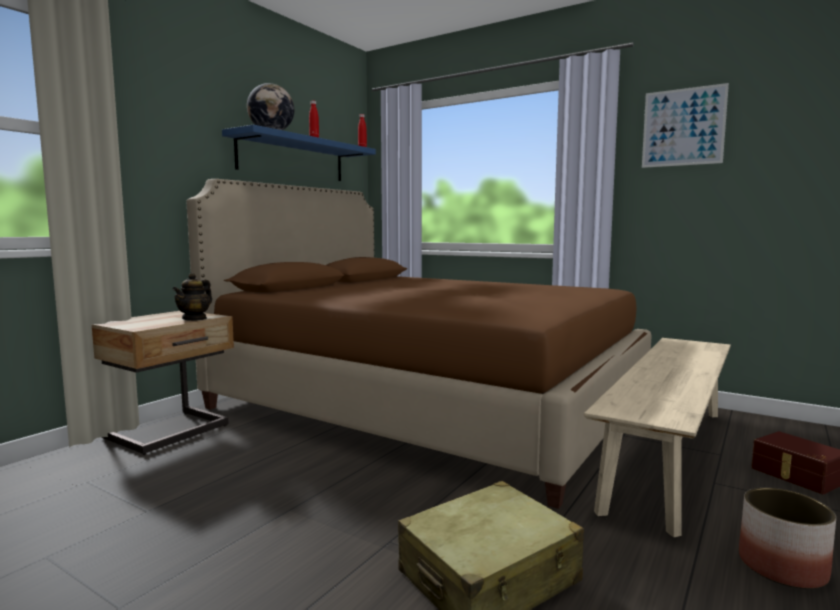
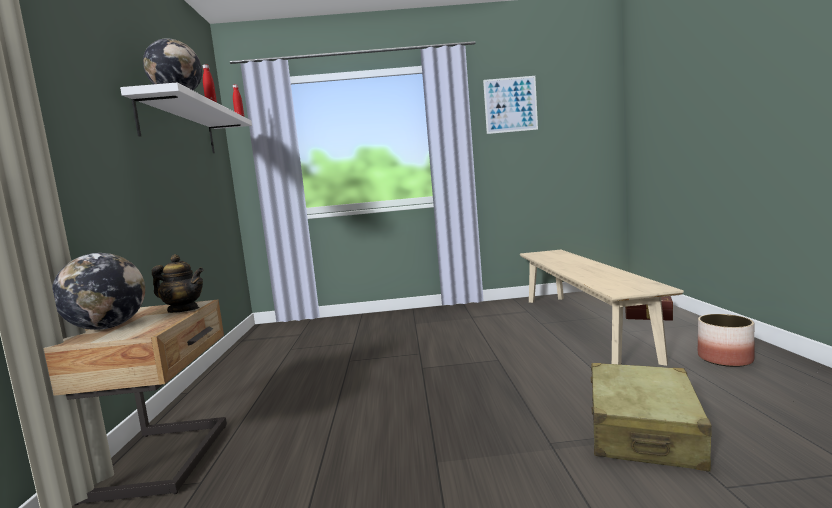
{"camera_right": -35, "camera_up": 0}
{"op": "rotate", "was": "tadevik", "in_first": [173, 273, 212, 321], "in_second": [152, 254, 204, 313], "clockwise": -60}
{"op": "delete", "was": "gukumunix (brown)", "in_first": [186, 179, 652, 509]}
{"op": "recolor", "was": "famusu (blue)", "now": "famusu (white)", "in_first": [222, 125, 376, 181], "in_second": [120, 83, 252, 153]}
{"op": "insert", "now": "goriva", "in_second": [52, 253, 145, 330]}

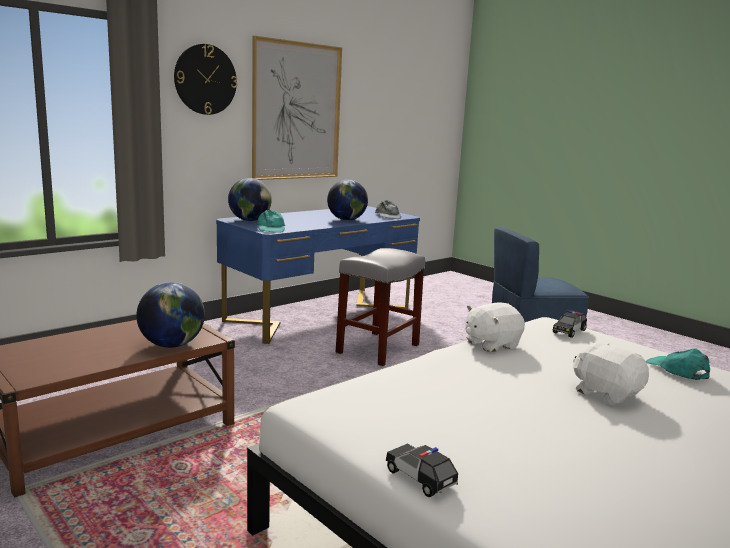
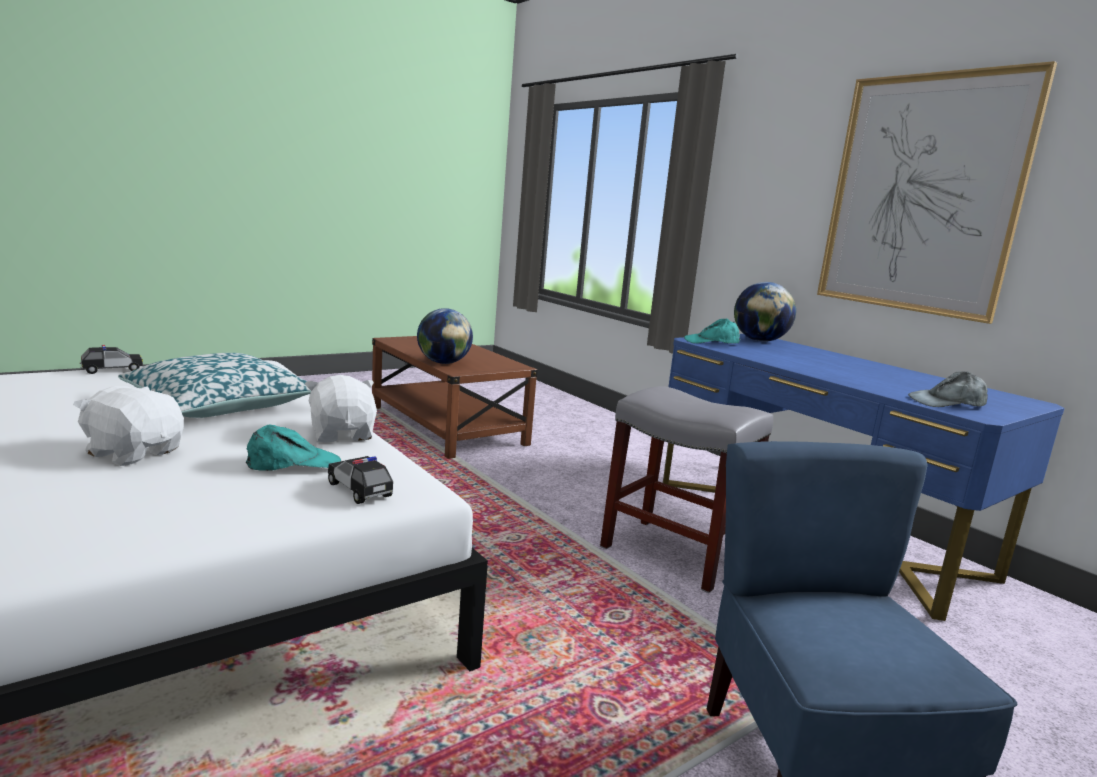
{"camera_right": 95, "camera_up": 0}
{"op": "delete", "was": "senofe", "in_first": [174, 44, 237, 115]}
{"op": "delete", "was": "goriva", "in_first": [327, 180, 368, 221]}
{"op": "rotate", "was": "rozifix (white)", "in_first": [573, 342, 649, 405], "in_second": [73, 386, 184, 466], "clockwise": -120}
{"op": "move", "was": "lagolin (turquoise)", "in_first": [646, 348, 710, 380], "in_second": [246, 424, 341, 471]}
{"op": "insert", "now": "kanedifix", "in_second": [118, 353, 311, 418]}

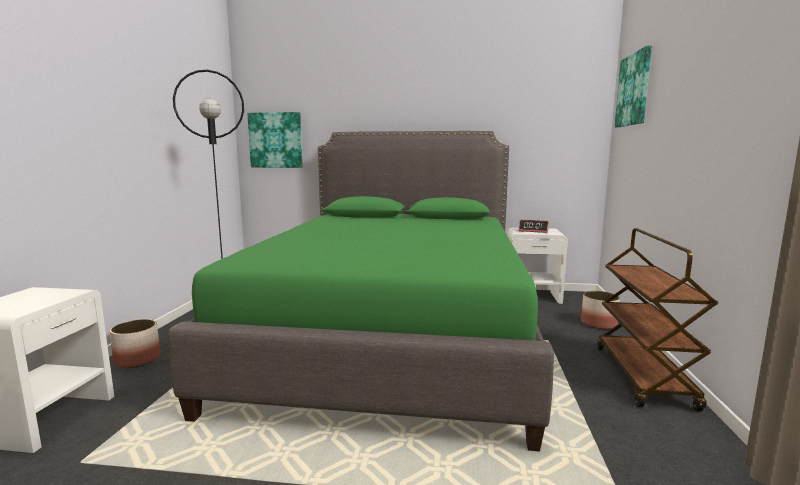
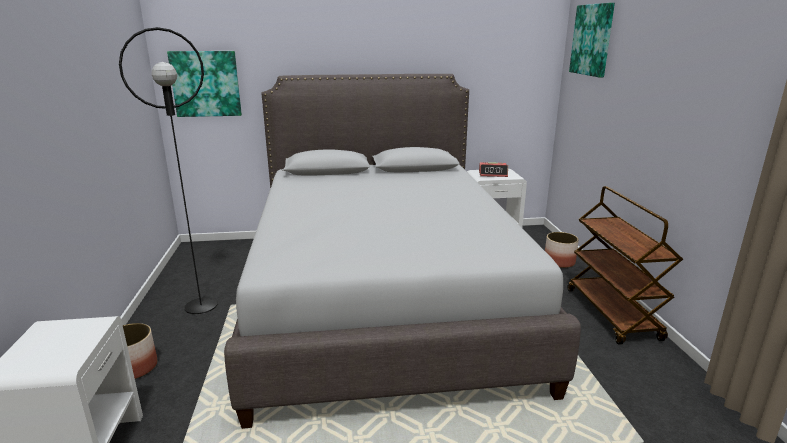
{"camera_right": -15, "camera_up": 10}
{"op": "recolor", "was": "gukumunix (green)", "now": "gukumunix (grey)", "in_first": [168, 131, 554, 452], "in_second": [224, 74, 581, 429]}

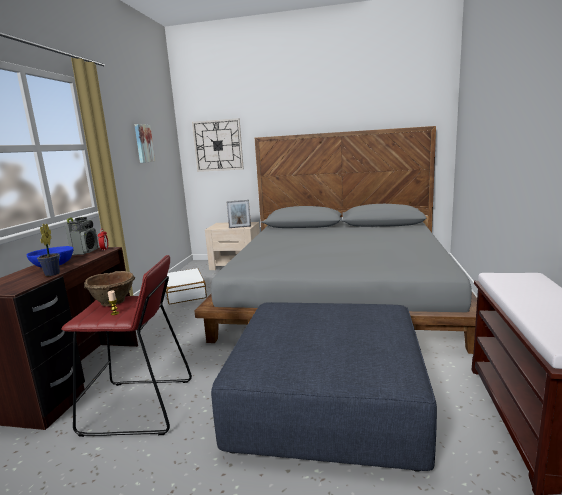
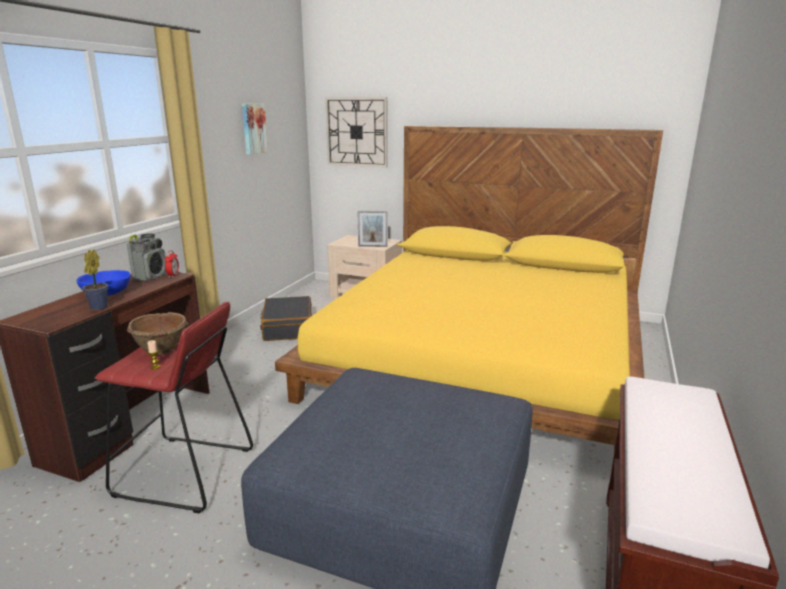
{"camera_right": 10, "camera_up": 5}
{"op": "recolor", "was": "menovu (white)", "now": "menovu (black)", "in_first": [164, 268, 207, 304], "in_second": [260, 296, 312, 341]}
{"op": "recolor", "was": "gukumunix (grey)", "now": "gukumunix (yellow)", "in_first": [194, 126, 477, 354], "in_second": [275, 126, 663, 452]}

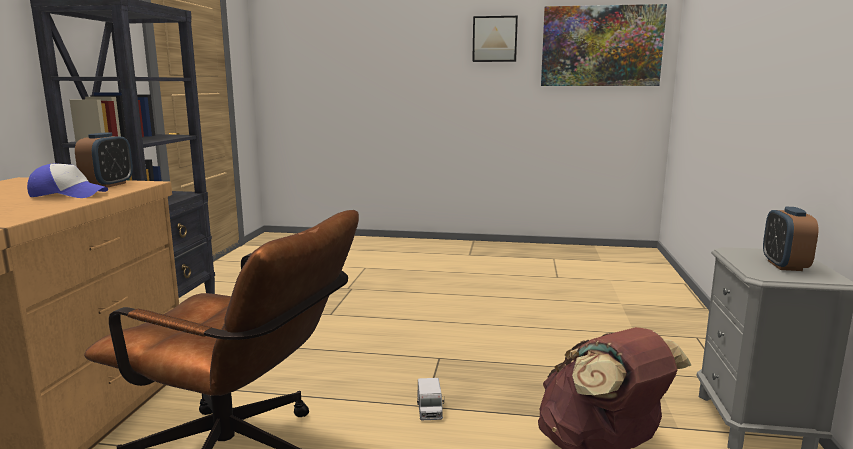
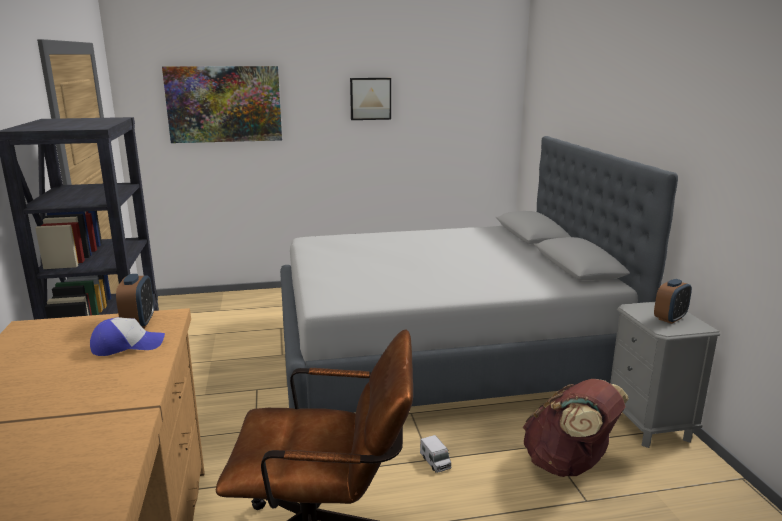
{"camera_right": -20, "camera_up": 5}
{"op": "move", "was": "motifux", "in_first": [541, 4, 667, 86], "in_second": [162, 66, 282, 143]}
{"op": "rotate", "was": "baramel", "in_first": [763, 207, 818, 271], "in_second": [654, 279, 692, 324], "clockwise": -120}
{"op": "insert", "now": "gukumunix (grey)", "in_second": [280, 136, 678, 413]}

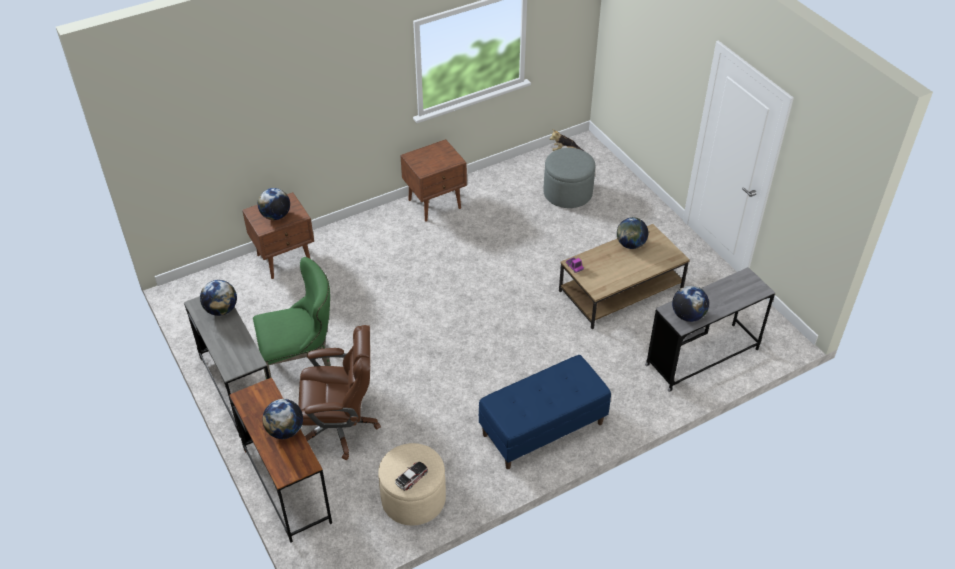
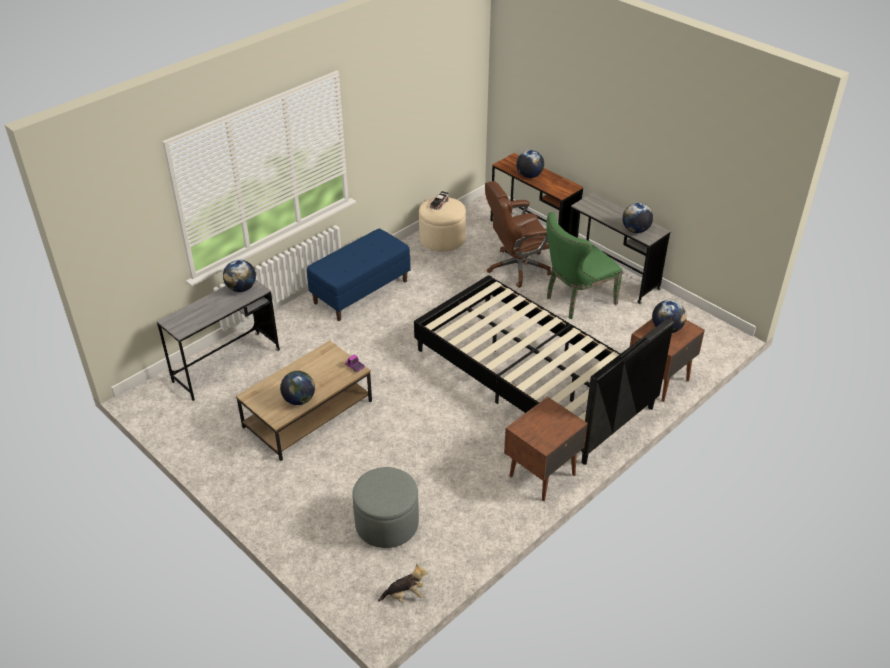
{"camera_right": 165, "camera_up": -5}
{"op": "insert", "now": "gukumunix (black)", "in_second": [414, 275, 674, 465]}

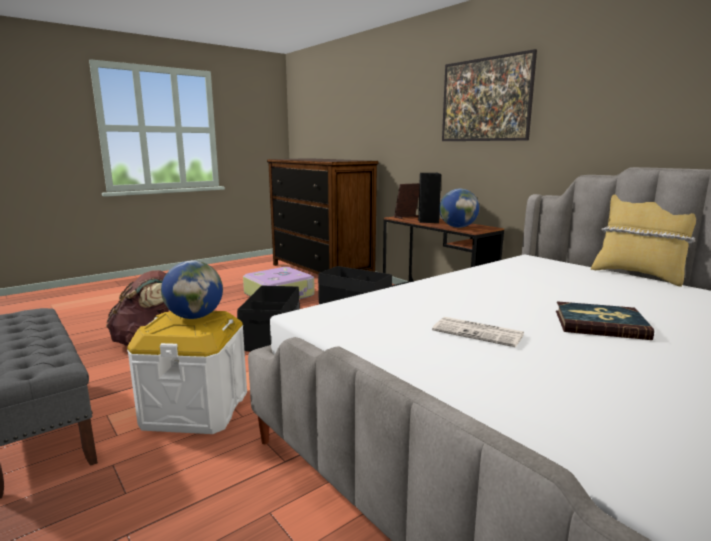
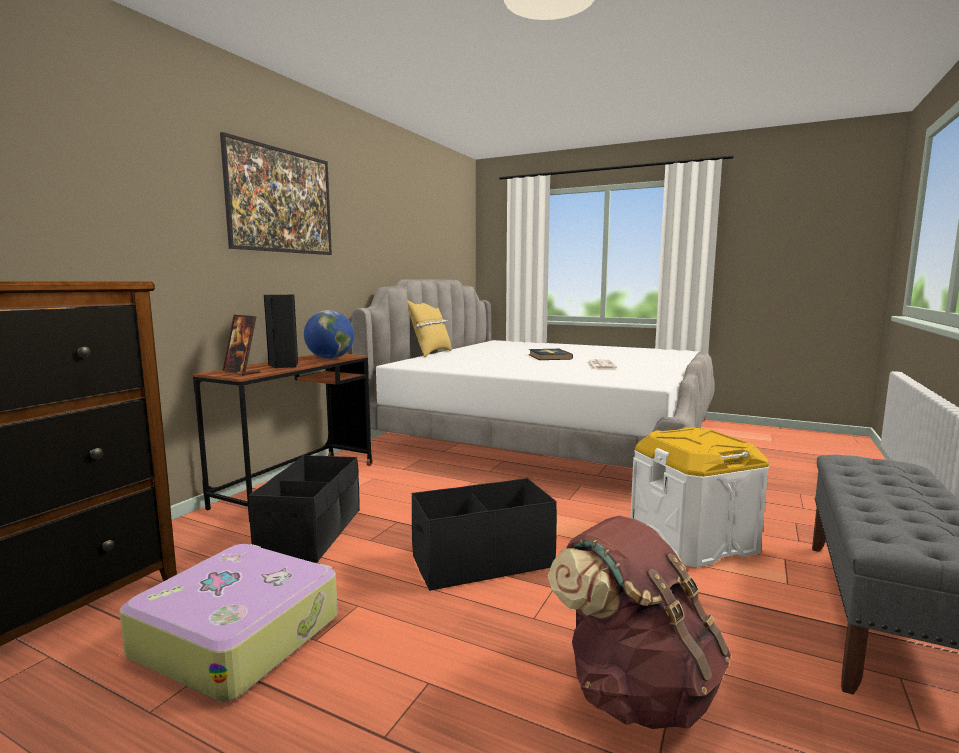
{"camera_right": -115, "camera_up": -5}
{"op": "delete", "was": "goriva", "in_first": [161, 260, 223, 319]}

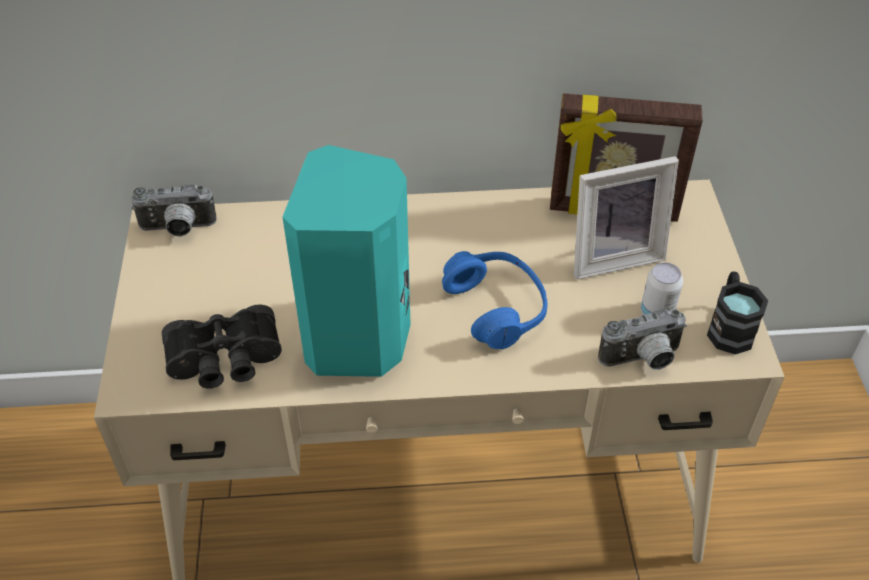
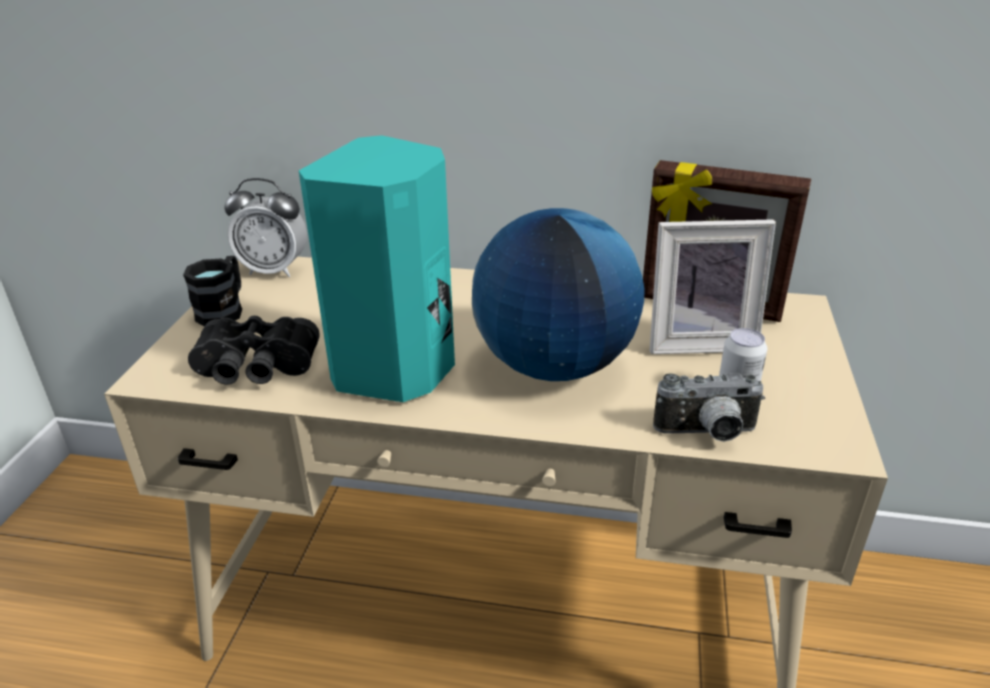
{"camera_right": 15, "camera_up": -15}
{"op": "replace", "was": "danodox", "now": "baramel", "in_first": [131, 184, 217, 237], "in_second": [224, 178, 307, 277]}
{"op": "replace", "was": "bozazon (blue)", "now": "goriva", "in_first": [442, 251, 547, 349], "in_second": [472, 208, 644, 381]}
{"op": "move", "was": "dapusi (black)", "in_first": [707, 272, 768, 354], "in_second": [183, 256, 242, 327]}

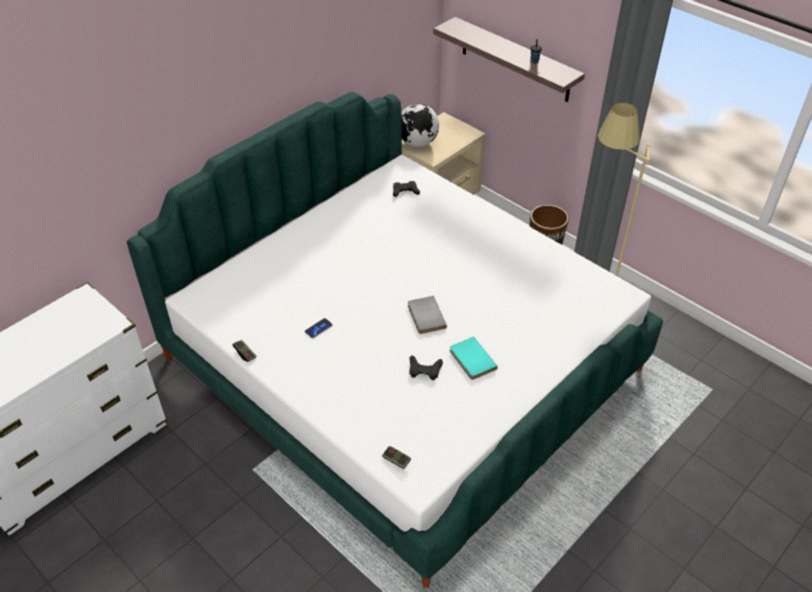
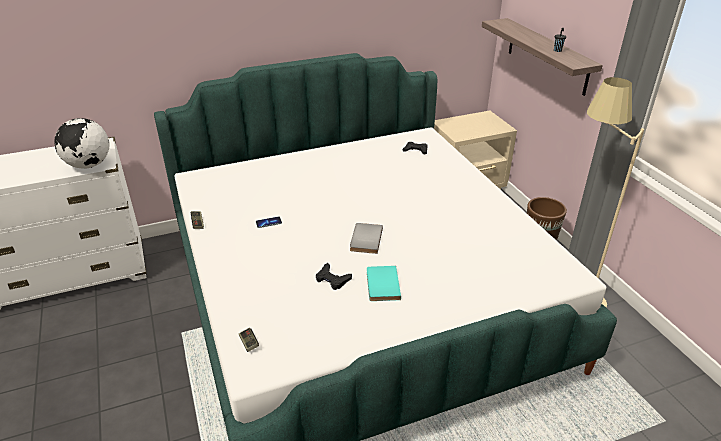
{"camera_right": 25, "camera_up": -10}
{"op": "move", "was": "goriva", "in_first": [401, 104, 439, 147], "in_second": [54, 118, 109, 169]}

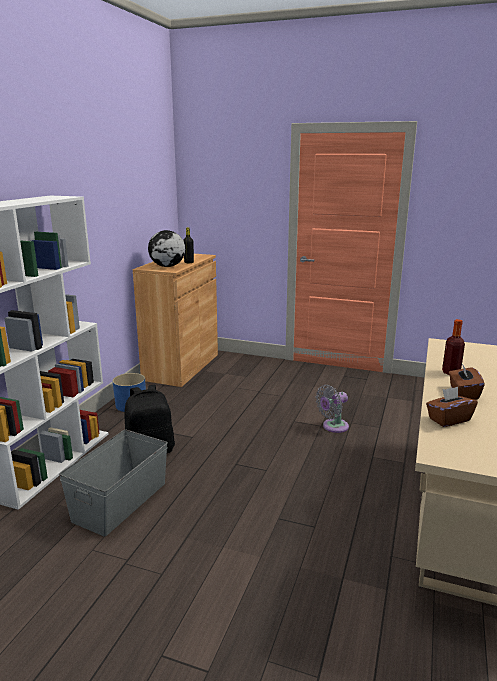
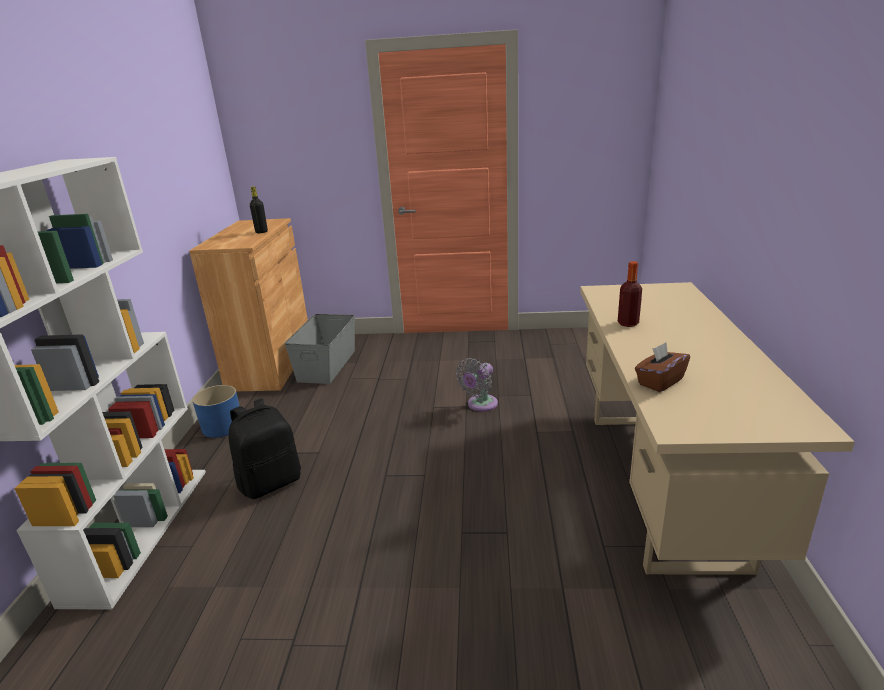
{"camera_right": -15, "camera_up": 5}
{"op": "move", "was": "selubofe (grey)", "in_first": [59, 430, 168, 537], "in_second": [284, 314, 355, 384]}
{"op": "delete", "was": "goriva", "in_first": [148, 230, 185, 267]}
{"op": "delete", "was": "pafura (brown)", "in_first": [449, 364, 485, 400]}

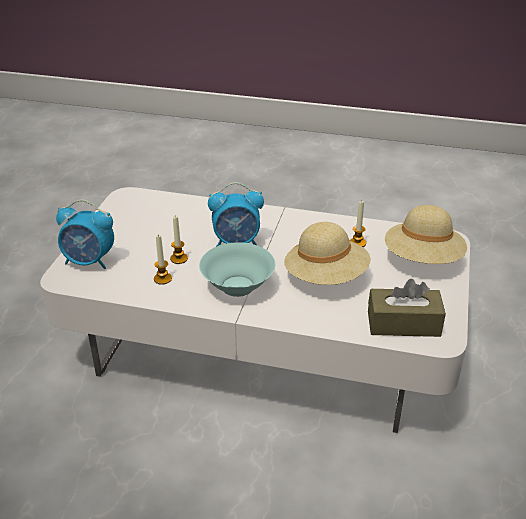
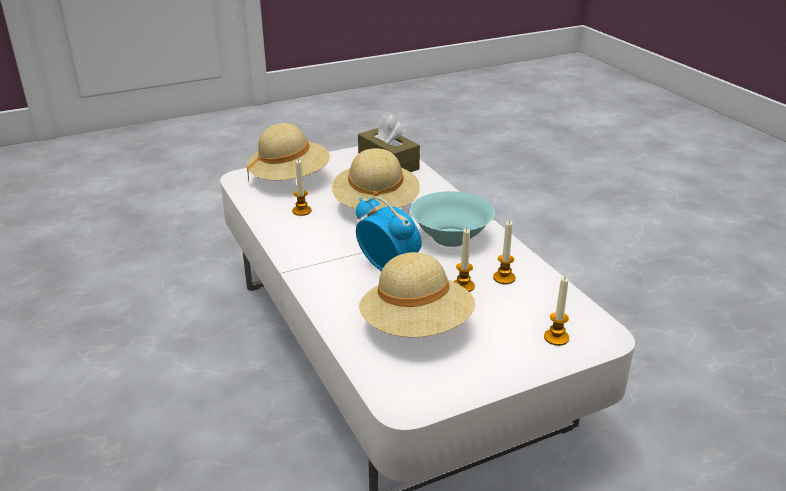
{"camera_right": -130, "camera_up": -5}
{"op": "replace", "was": "baramel", "now": "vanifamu", "in_first": [56, 199, 114, 269], "in_second": [544, 277, 569, 346]}
{"op": "insert", "now": "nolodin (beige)", "in_second": [359, 252, 475, 337]}

